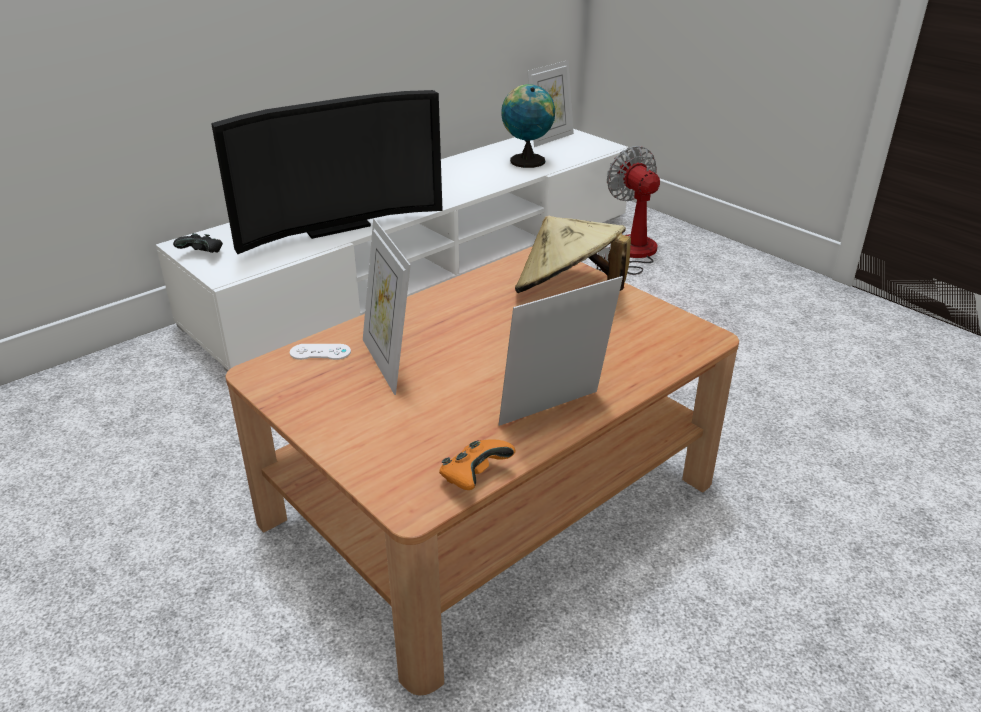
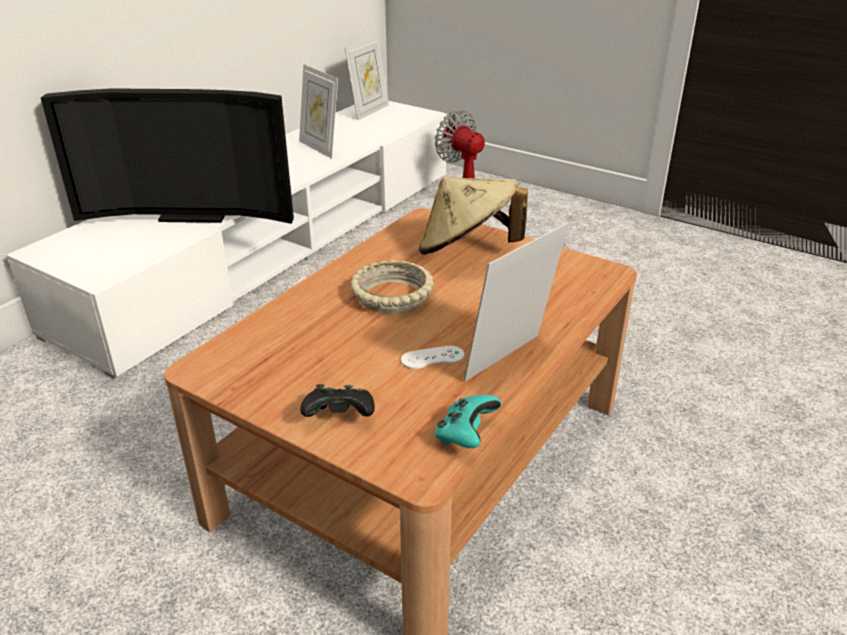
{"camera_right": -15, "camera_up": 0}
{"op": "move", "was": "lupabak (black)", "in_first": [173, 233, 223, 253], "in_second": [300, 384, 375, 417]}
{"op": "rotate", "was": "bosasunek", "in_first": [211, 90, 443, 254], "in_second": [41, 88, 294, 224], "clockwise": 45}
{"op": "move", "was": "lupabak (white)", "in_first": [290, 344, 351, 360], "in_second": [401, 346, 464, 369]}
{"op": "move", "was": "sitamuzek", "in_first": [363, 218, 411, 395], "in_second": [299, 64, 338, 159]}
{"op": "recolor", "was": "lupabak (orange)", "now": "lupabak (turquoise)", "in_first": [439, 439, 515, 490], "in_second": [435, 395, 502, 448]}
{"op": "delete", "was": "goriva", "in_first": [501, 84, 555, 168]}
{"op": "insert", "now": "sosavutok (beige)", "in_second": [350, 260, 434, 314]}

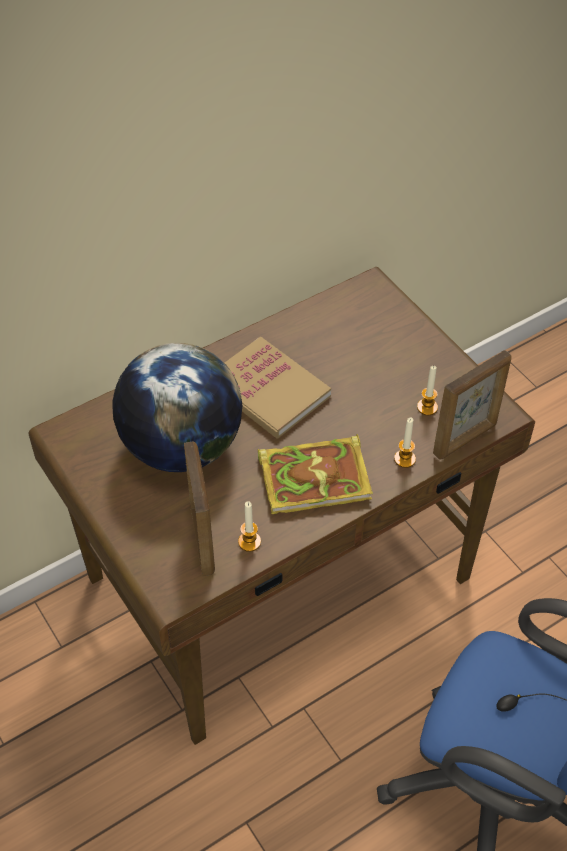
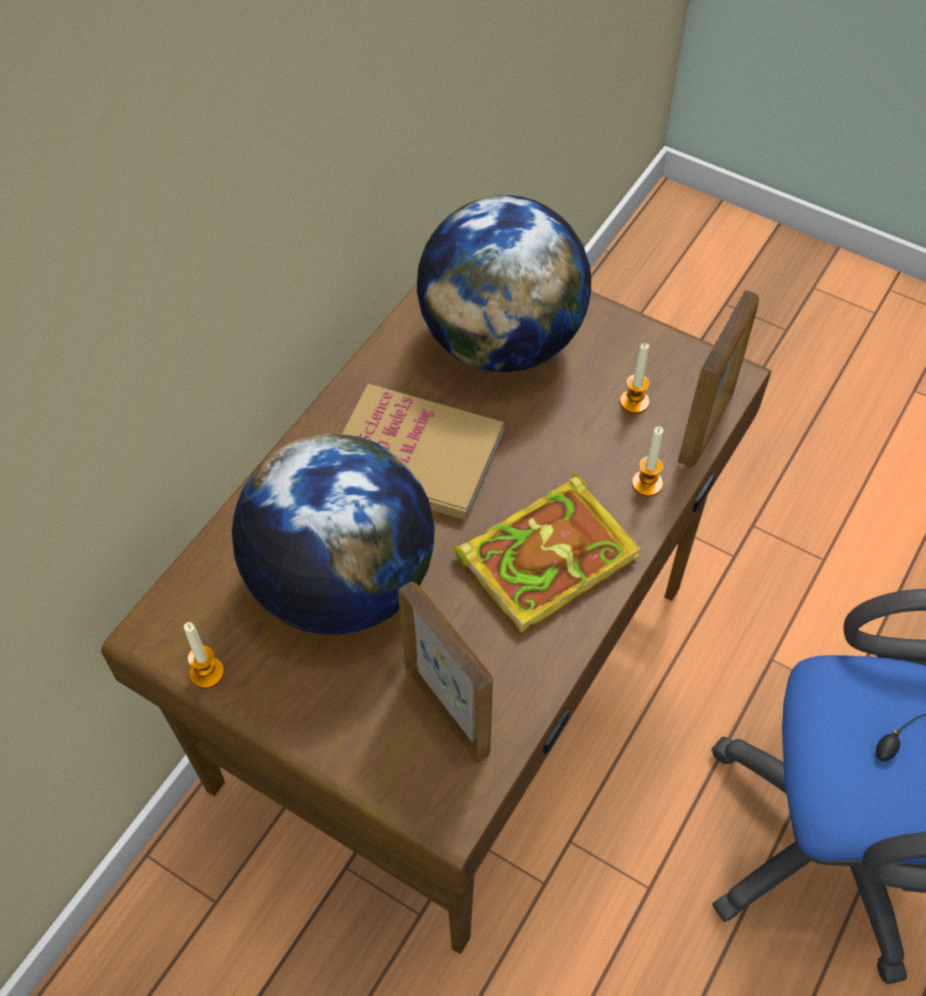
{"camera_right": -25, "camera_up": 5}
{"op": "move", "was": "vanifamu", "in_first": [238, 501, 261, 552], "in_second": [184, 622, 224, 688]}
{"op": "insert", "now": "goriva", "in_second": [417, 195, 591, 372]}

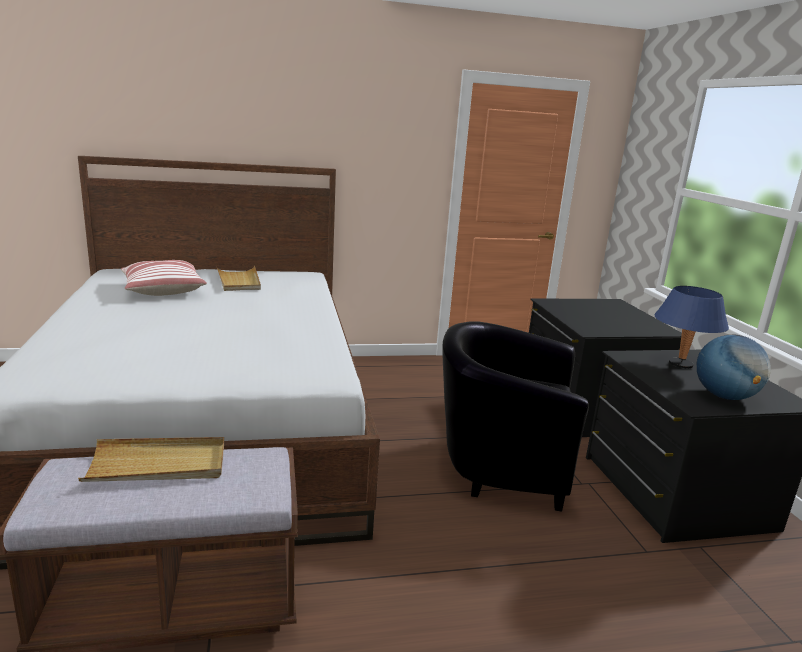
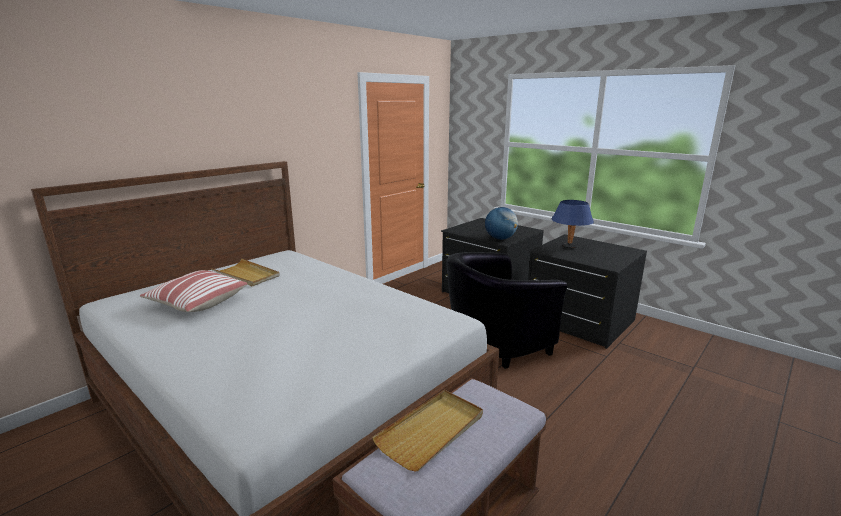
{"camera_right": -35, "camera_up": 0}
{"op": "move", "was": "goriva", "in_first": [697, 335, 771, 400], "in_second": [485, 207, 518, 240]}

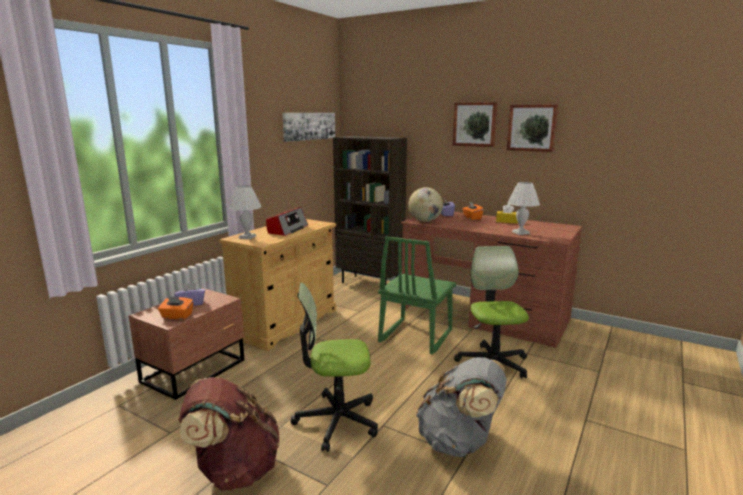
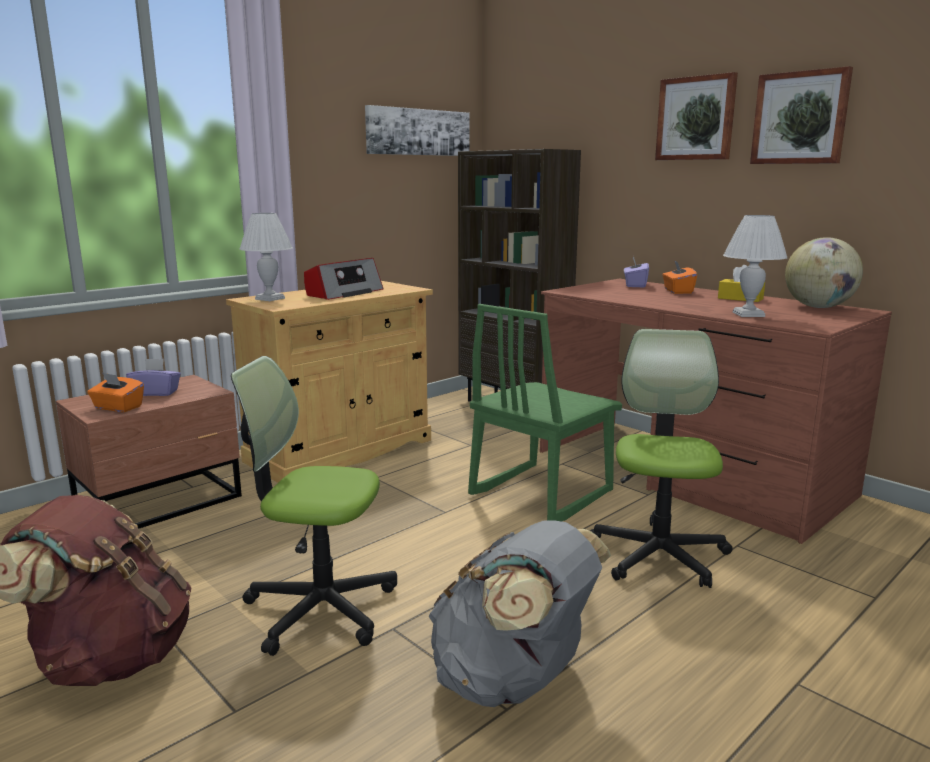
{"camera_right": 15, "camera_up": 0}
{"op": "move", "was": "goriva", "in_first": [408, 187, 443, 222], "in_second": [785, 237, 863, 308]}

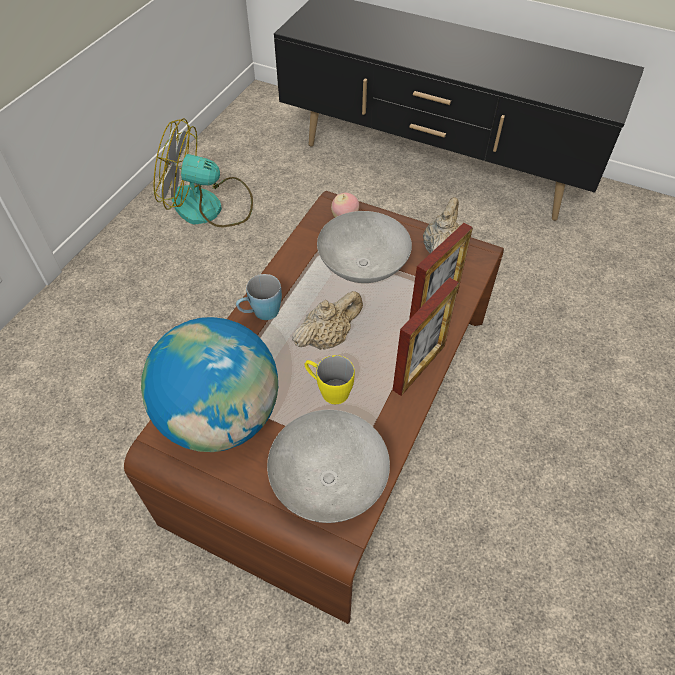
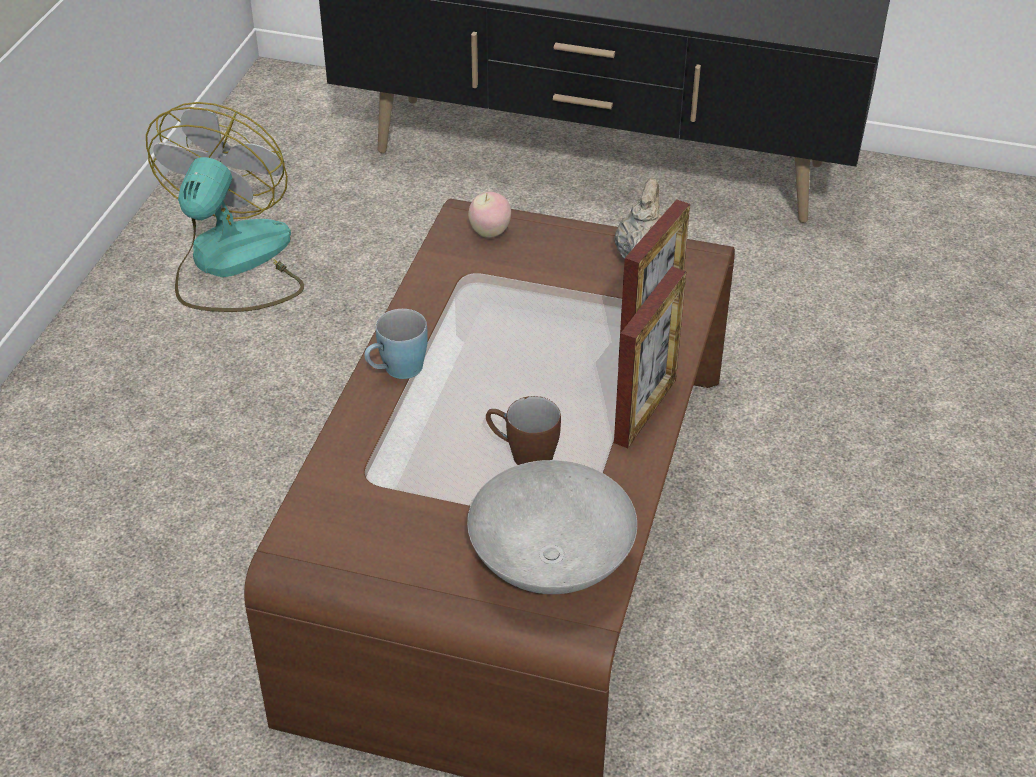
{"camera_right": -10, "camera_up": -10}
{"op": "delete", "was": "goriva", "in_first": [141, 317, 278, 452]}
{"op": "rotate", "was": "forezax", "in_first": [154, 118, 253, 227], "in_second": [146, 102, 304, 312], "clockwise": 105}
{"op": "delete", "was": "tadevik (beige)", "in_first": [293, 291, 363, 350]}
{"op": "recolor", "was": "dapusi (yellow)", "now": "dapusi (brown)", "in_first": [305, 355, 355, 404], "in_second": [486, 396, 561, 465]}
{"op": "delete", "was": "sosavutok (grey)", "in_first": [317, 211, 412, 283]}

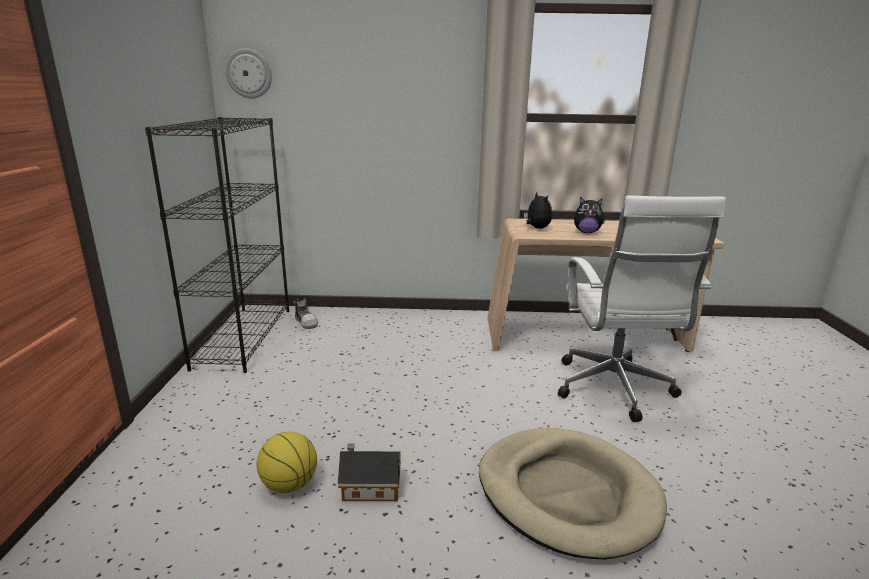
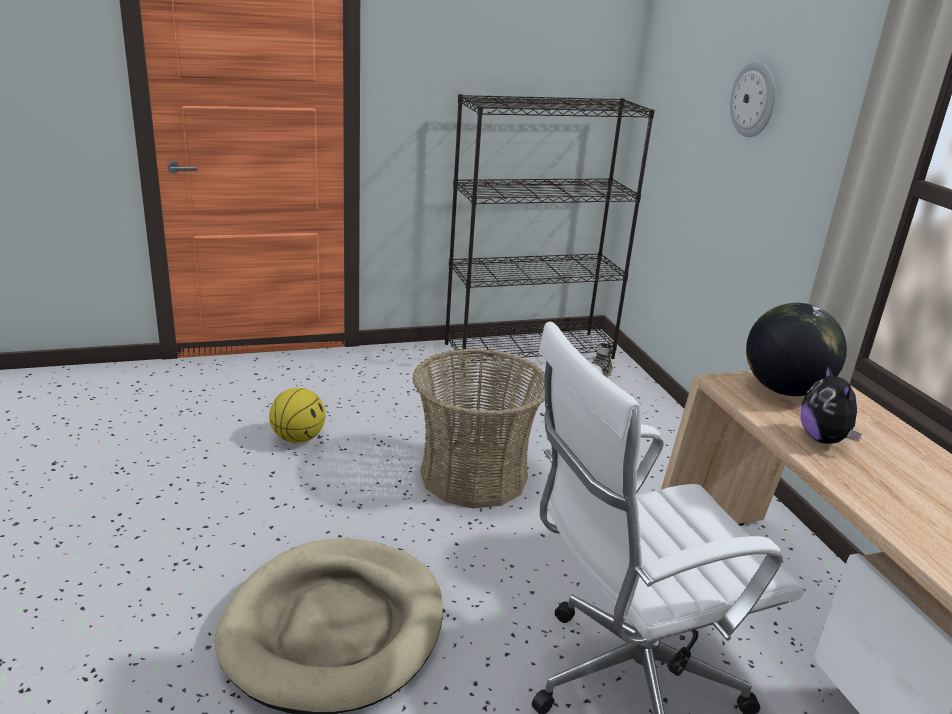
{"camera_right": 70, "camera_up": 5}
{"op": "move", "was": "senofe", "in_first": [225, 48, 272, 98], "in_second": [730, 62, 775, 137]}
{"op": "delete", "was": "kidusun", "in_first": [338, 444, 401, 501]}
{"op": "replace", "was": "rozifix", "now": "goriva", "in_first": [524, 192, 552, 229], "in_second": [746, 303, 847, 396]}
{"op": "insert", "now": "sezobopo", "in_second": [412, 348, 545, 508]}

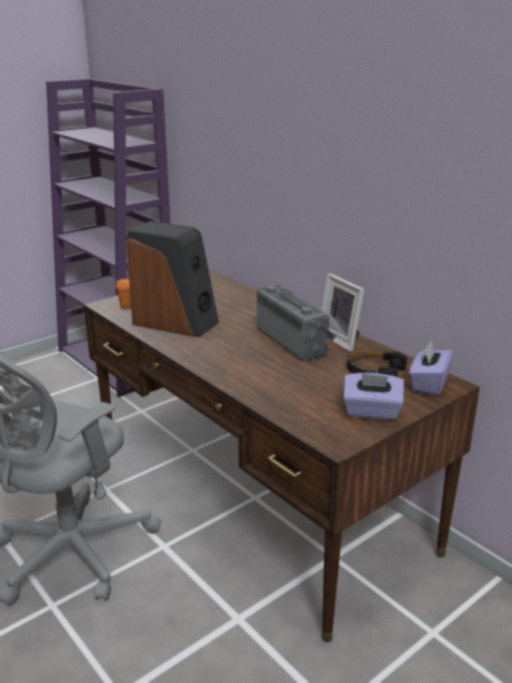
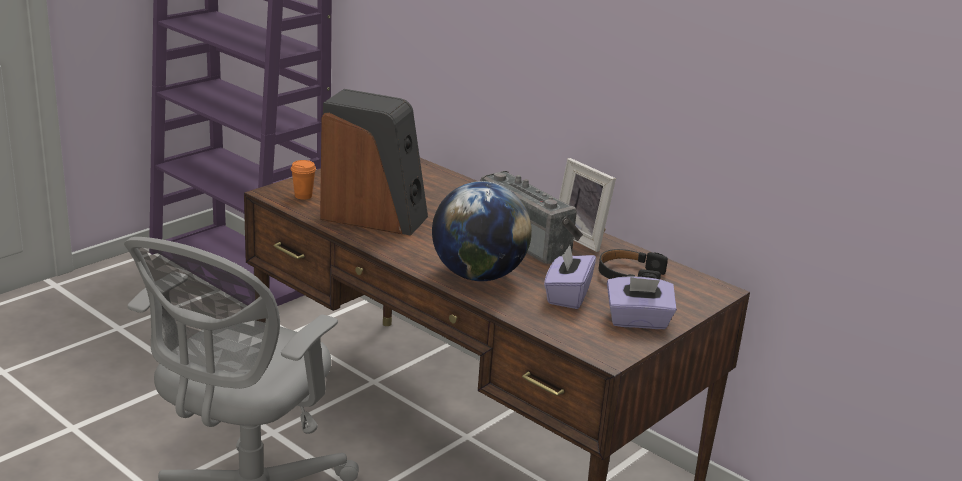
{"camera_right": -10, "camera_up": 0}
{"op": "move", "was": "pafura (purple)", "in_first": [409, 341, 454, 396], "in_second": [544, 245, 596, 309]}
{"op": "insert", "now": "goriva", "in_second": [432, 181, 532, 281]}

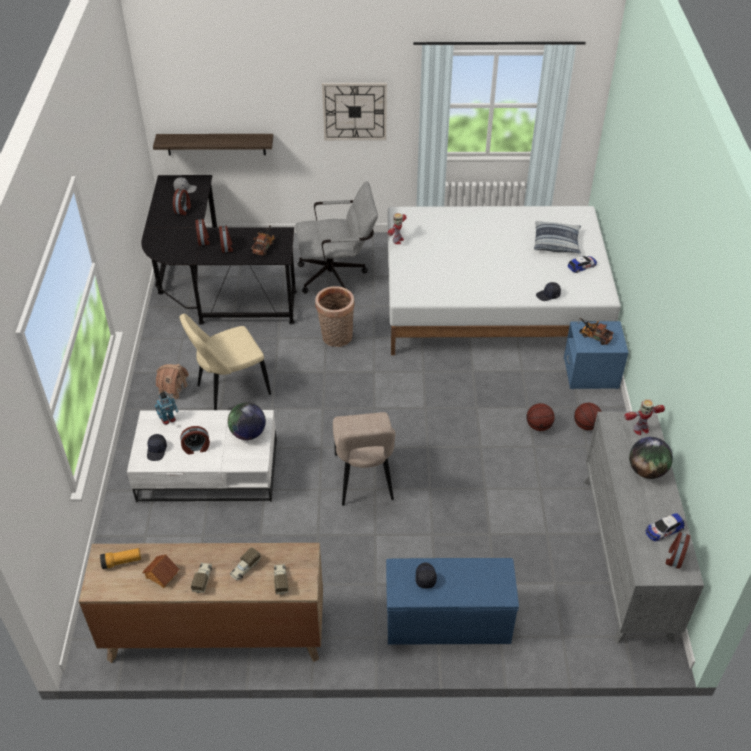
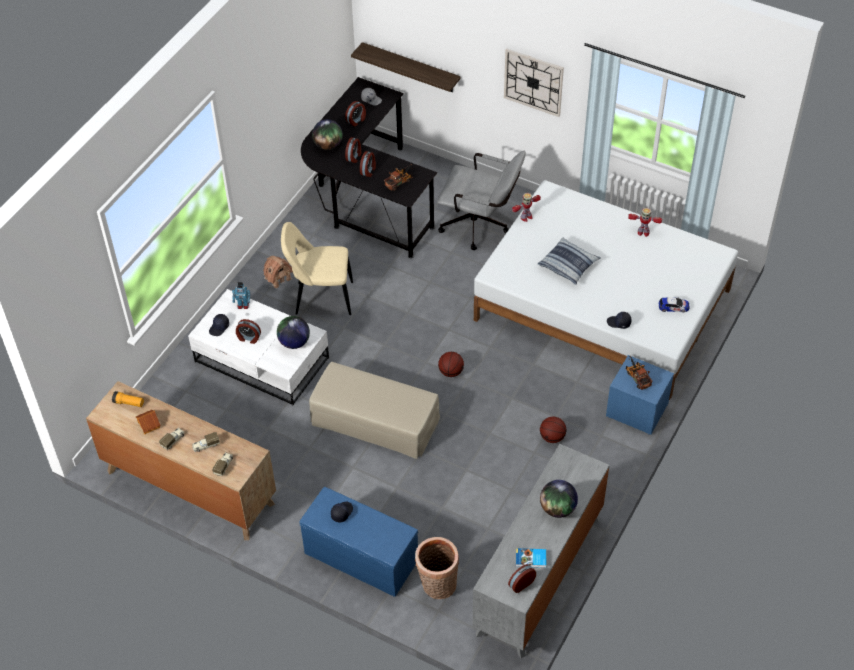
{"camera_right": 30, "camera_up": 5}
{"op": "move", "was": "sezobopo", "in_first": [315, 286, 355, 347], "in_second": [415, 537, 459, 599]}
{"op": "replace", "was": "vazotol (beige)", "now": "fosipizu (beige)", "in_first": [333, 412, 396, 506], "in_second": [309, 362, 440, 459]}
{"op": "move", "was": "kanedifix", "in_first": [534, 221, 581, 254], "in_second": [538, 238, 601, 285]}
{"op": "move", "was": "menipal", "in_first": [574, 403, 602, 430], "in_second": [438, 352, 464, 377]}
{"op": "move", "was": "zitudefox", "in_first": [624, 399, 665, 435], "in_second": [628, 208, 662, 237]}
{"op": "replace", "was": "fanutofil", "now": "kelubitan", "in_first": [645, 513, 685, 541], "in_second": [516, 548, 546, 568]}
{"op": "insert", "now": "goriva", "in_second": [312, 119, 343, 150]}

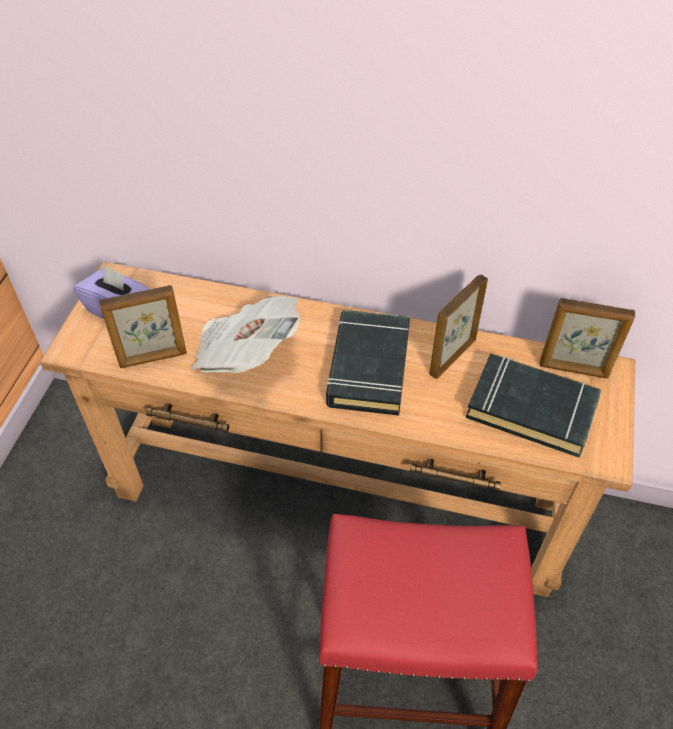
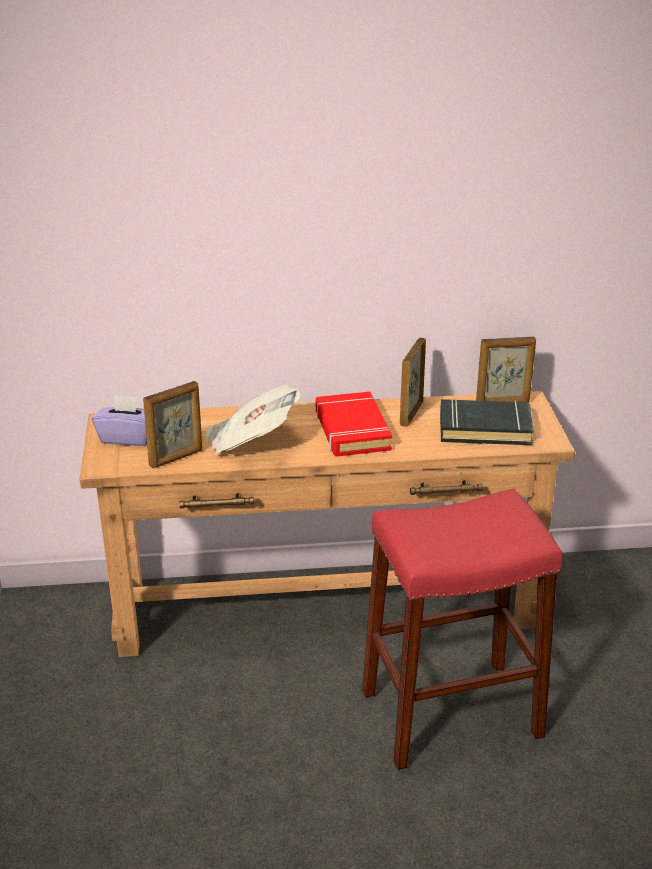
{"camera_right": -20, "camera_up": -20}
{"op": "recolor", "was": "kelubitan (black)", "now": "kelubitan (red)", "in_first": [326, 310, 410, 416], "in_second": [316, 392, 392, 457]}

